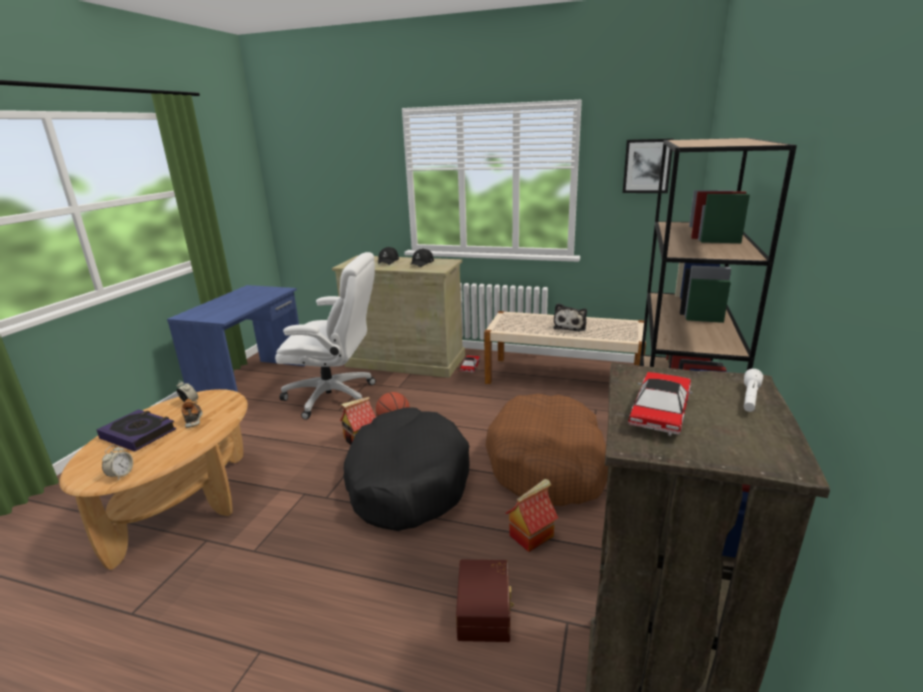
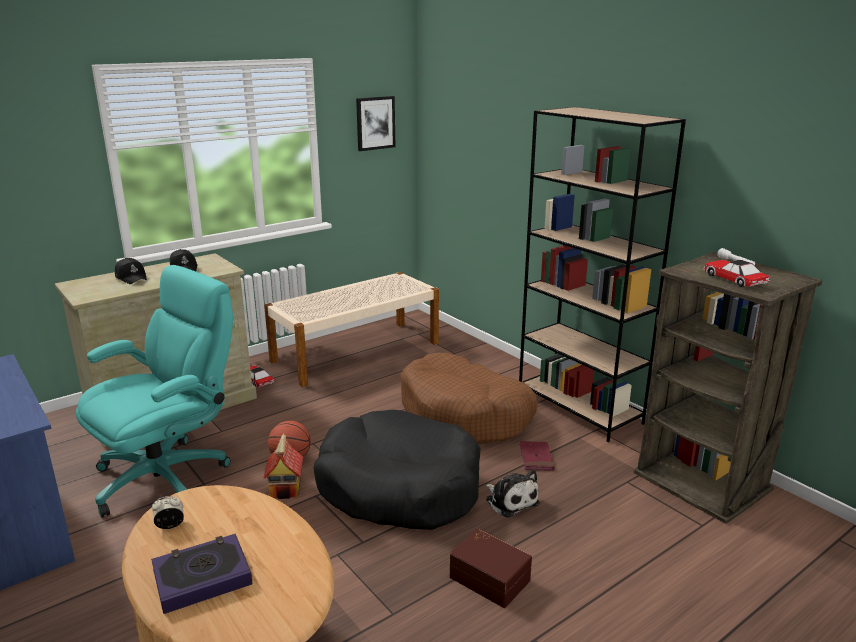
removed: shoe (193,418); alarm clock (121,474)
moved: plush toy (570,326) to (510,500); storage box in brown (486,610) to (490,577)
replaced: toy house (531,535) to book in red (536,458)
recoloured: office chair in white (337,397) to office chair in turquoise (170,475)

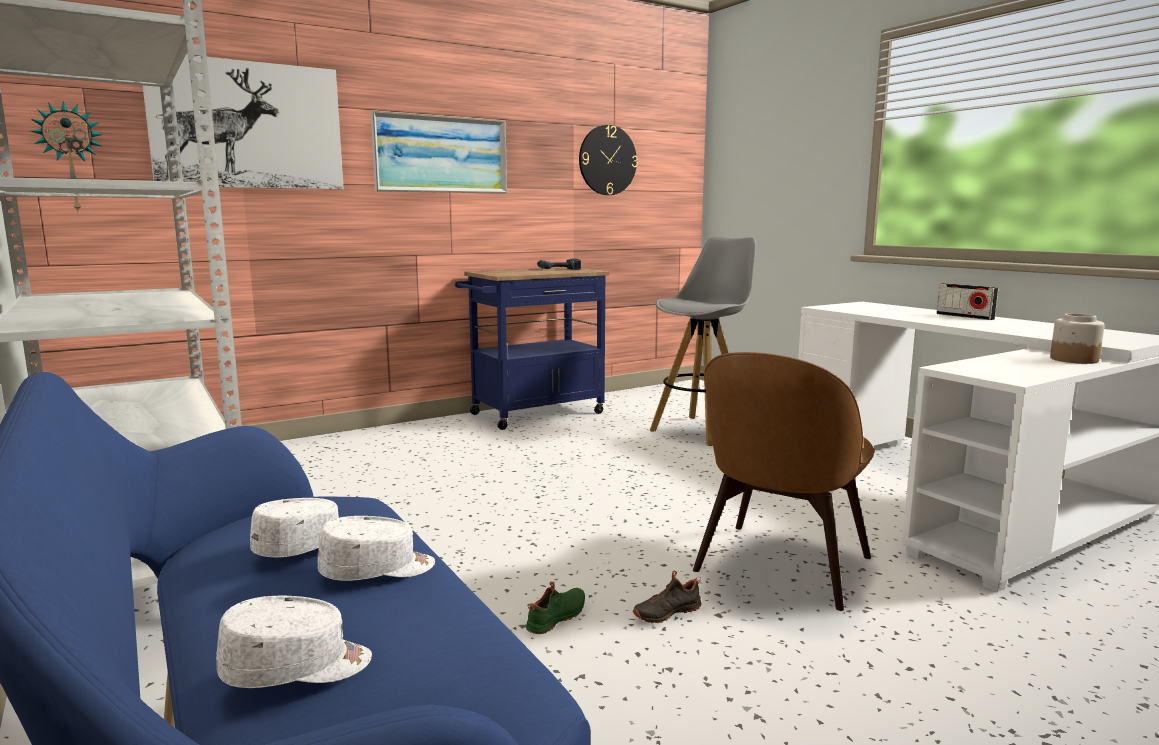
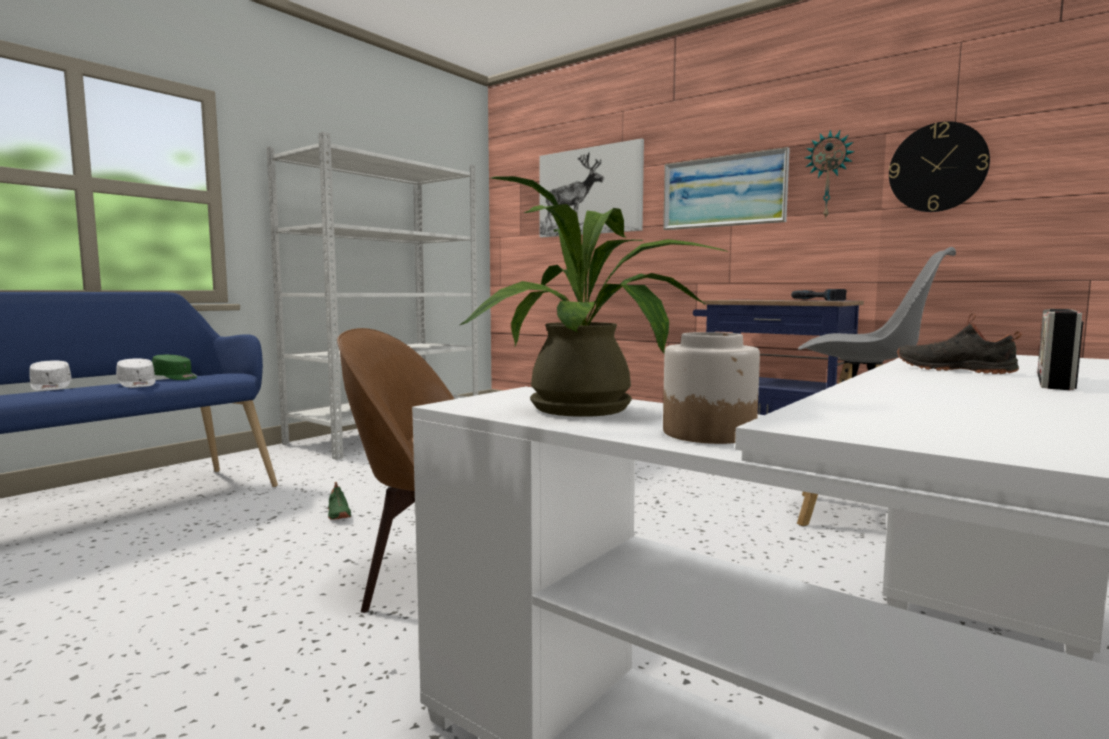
added: potted plant (593,410)
moved: wall clock (70,158) to (829,175); shoe in black (666,612) to (954,370)
recoloured: cap in white (306,546) to cap in green (175,378)
turned: shoe in green (558,618) = (337,514) 45 degrees clockwise

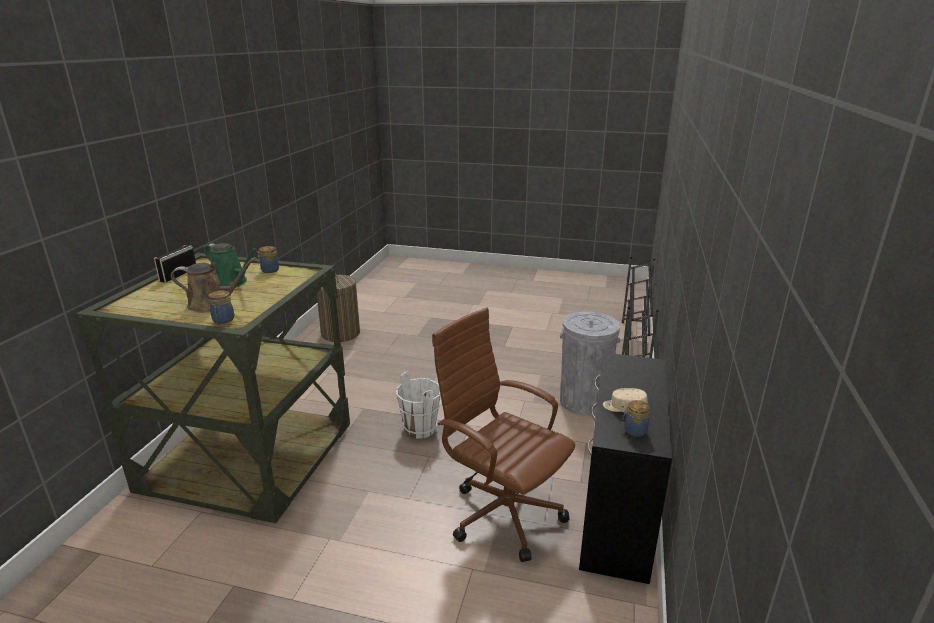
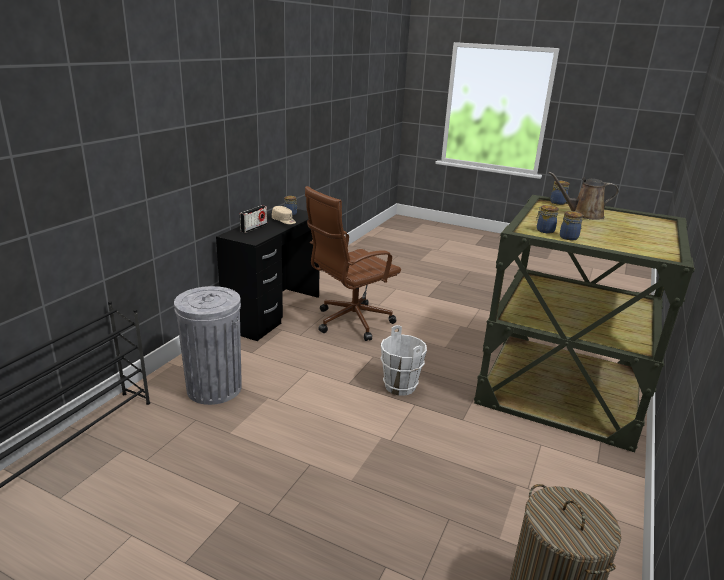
removed: watering can in green (231,283)
added: jar (544,230)
moved: radio (178,274) to (254,228)
turned: office chair in brown (501,513) = (350,323) 90 degrees clockwise

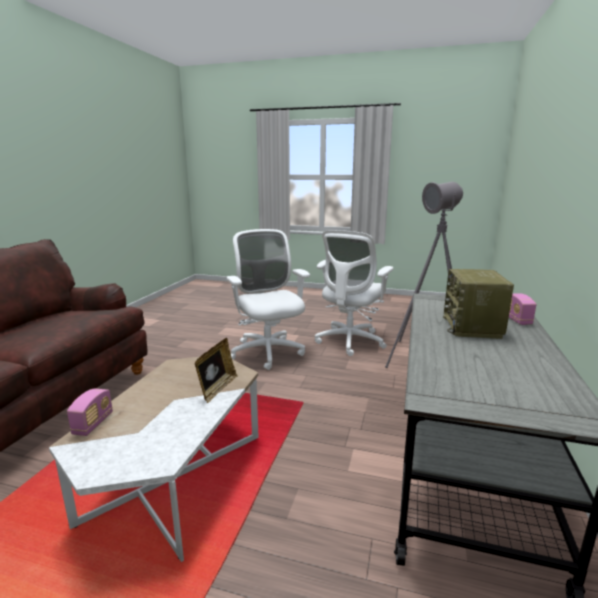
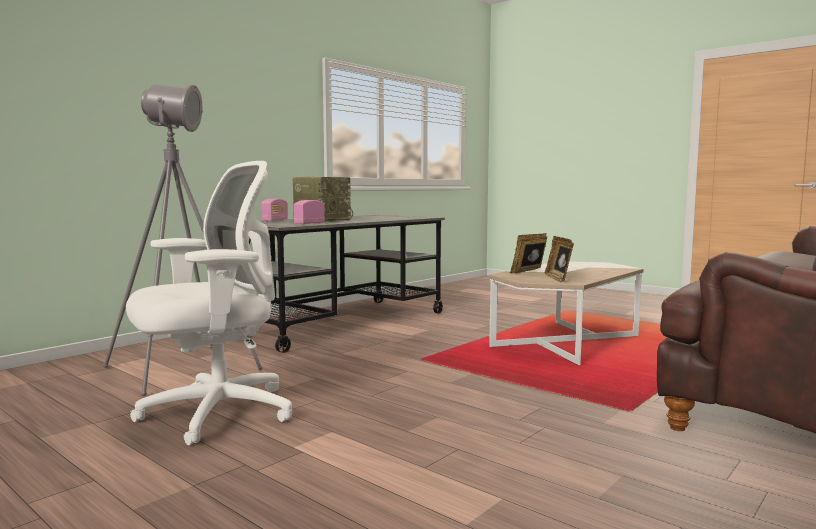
removed: office chair in white (269,354)
added: picture frame (558,279)
moved: radio (93,424) to (309,224)

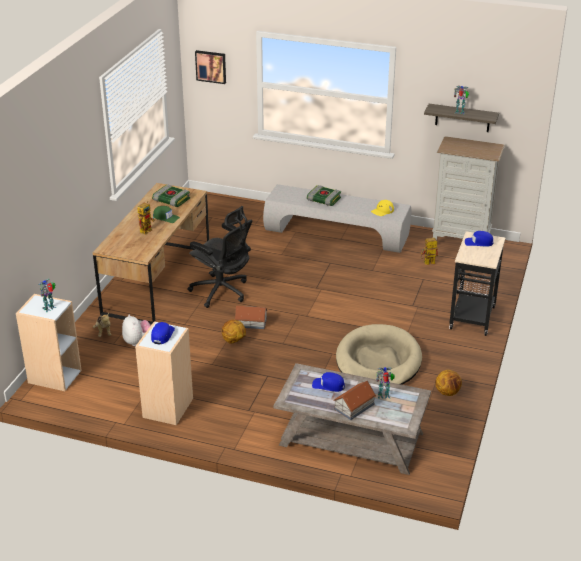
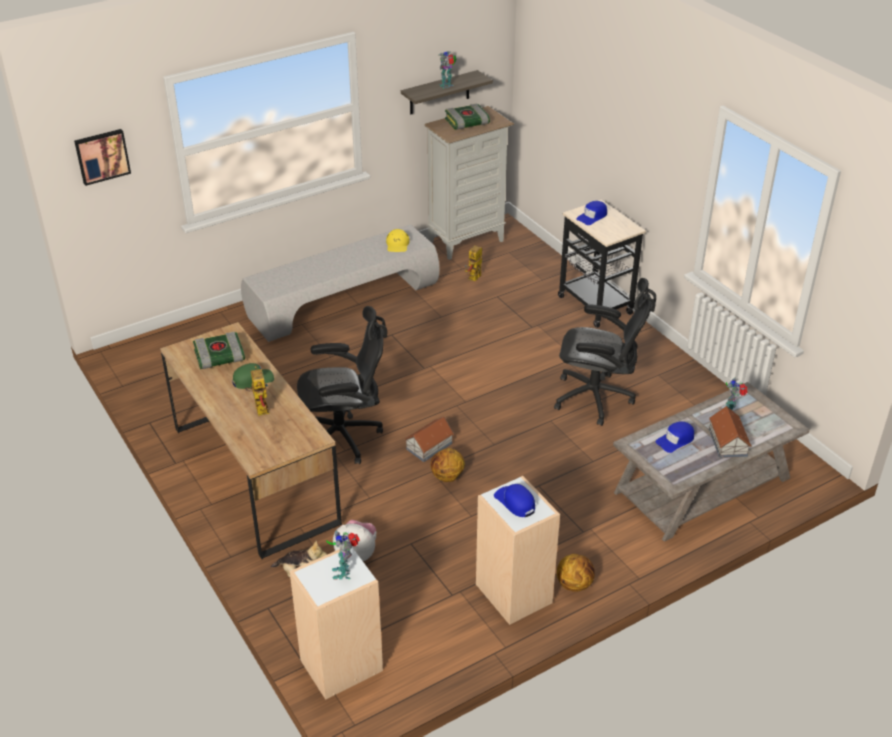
moved: book (323,199) to (466,123); basketball (448,392) to (574,584)
replaced: dog bed in beige (378,361) to office chair (597,398)

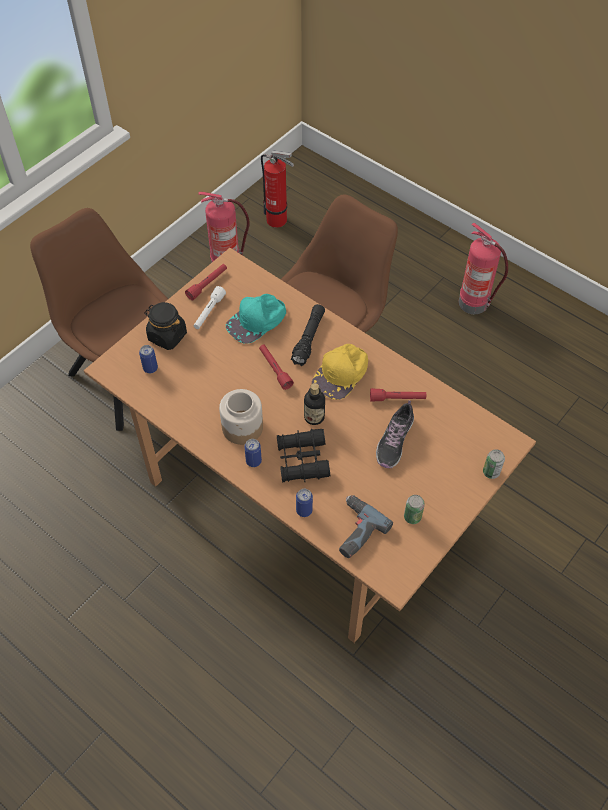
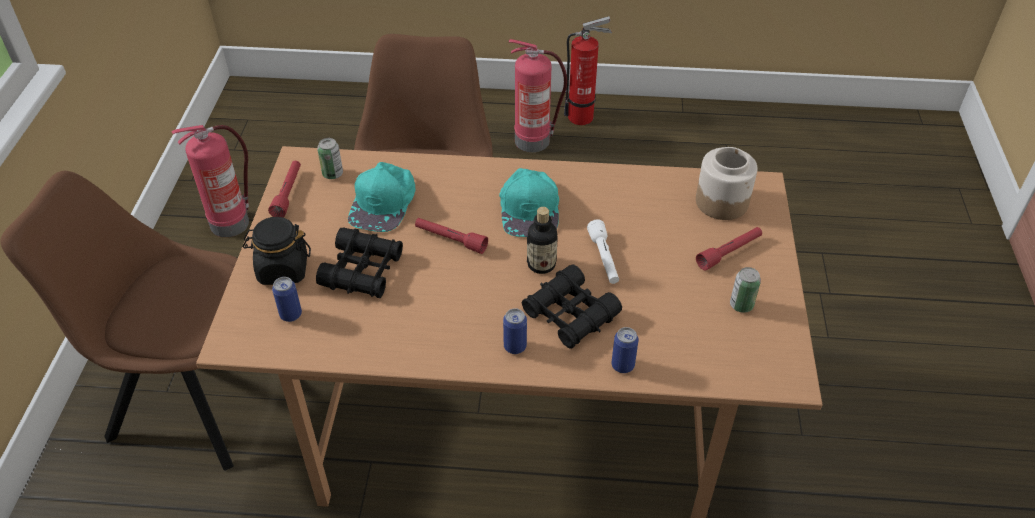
removed: flashlight in black (308,339); shoe (394,441); power drill (354,530)
added: binoculars in black (362,271)
moved: fire extinguisher (279,221) to (584,117); flashlight in white (209,312) to (604,258); flashlight in red (397,398) to (729,253); jar (243,427) to (722,202); can (491,472) to (332,174)
recoloured: cap in yellow (341,373) to cap in turquoise (530,208)

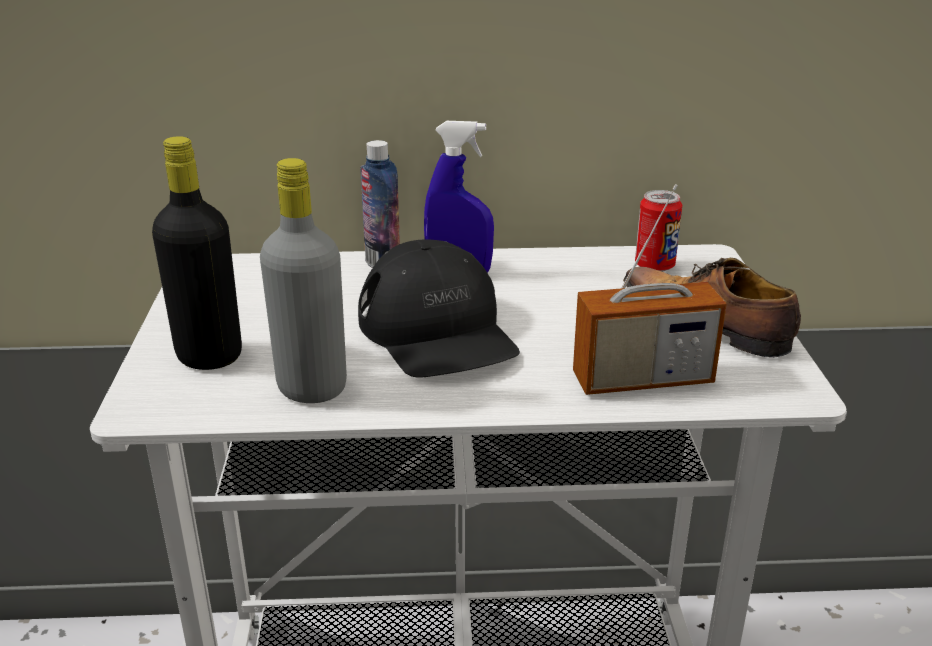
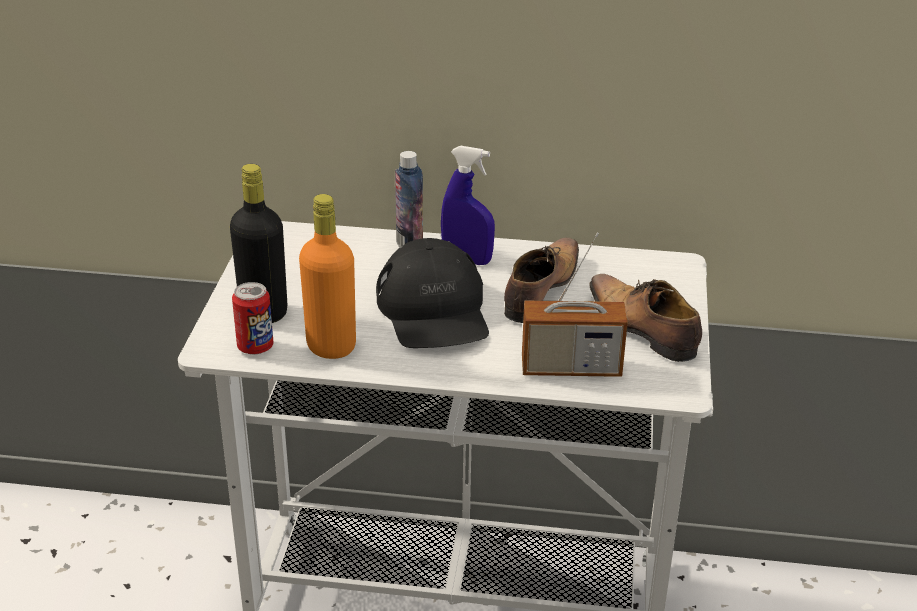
added: shoe (540,290)
moved: can (654,266) to (255,347)
recoloured: bottle in grey (312,388) to bottle in orange (331,346)

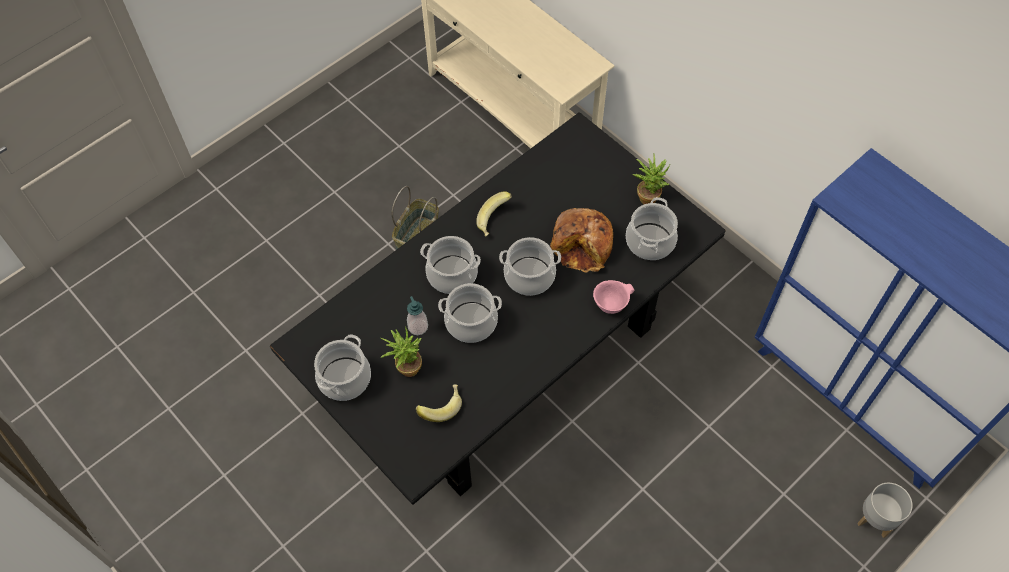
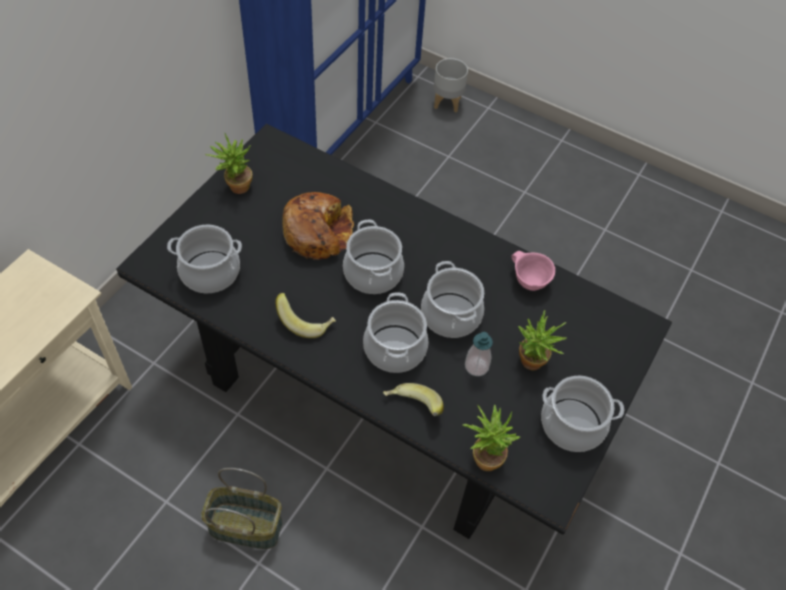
added: potted plant (484,455)
moved: cooking pot (650,241) to (210,272); bowl in pink (610,304) to (529,282); banana (440,406) to (412,408)

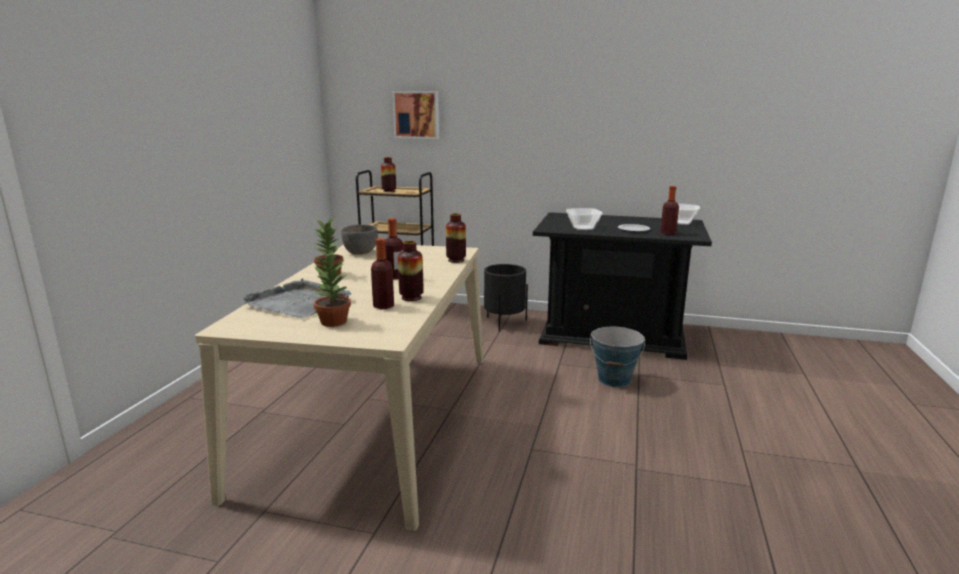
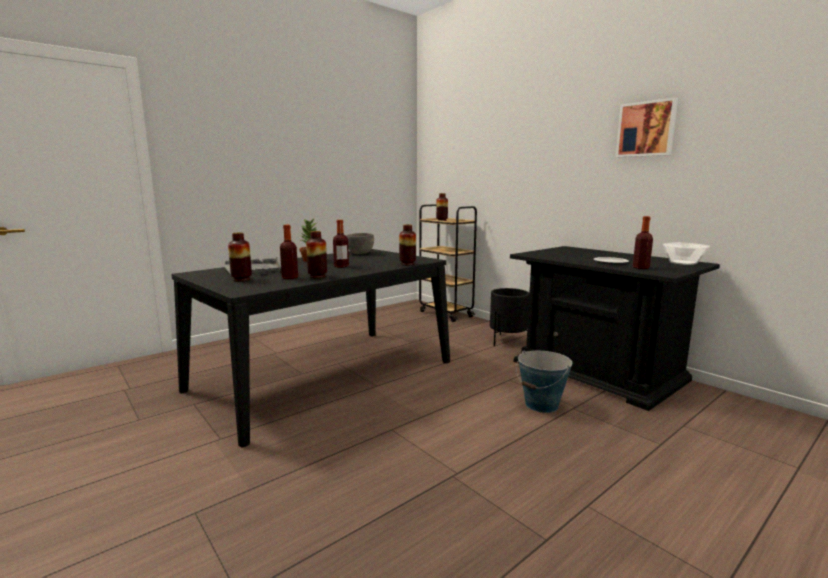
removed: bowl (583,228)
moved: picture (416,114) to (646,129)
replaced: potted plant (333,322) to vase (241,279)
recoloured: dining table in beige (376,417) to dining table in black (325,375)

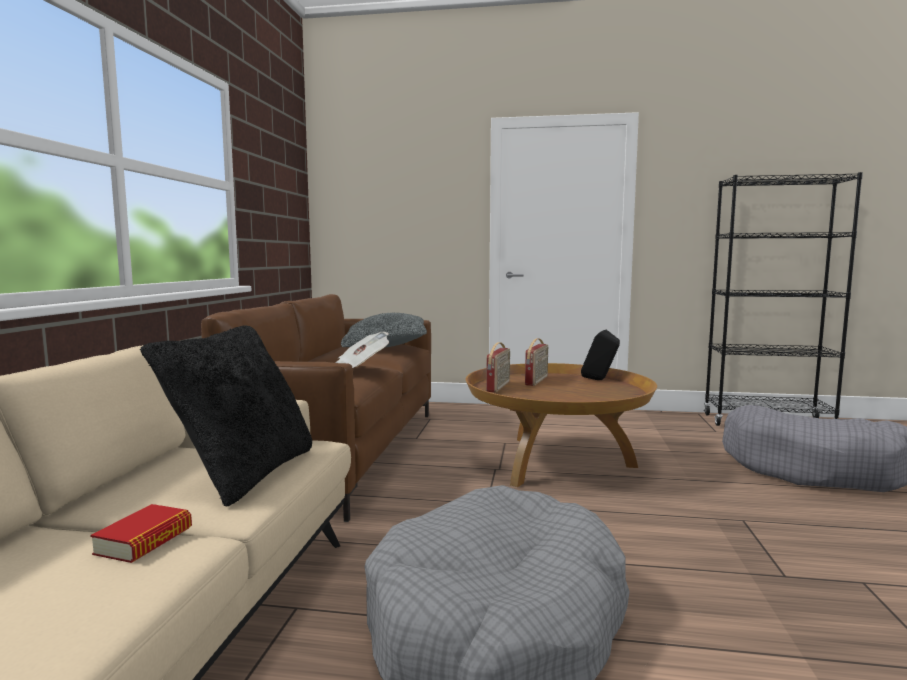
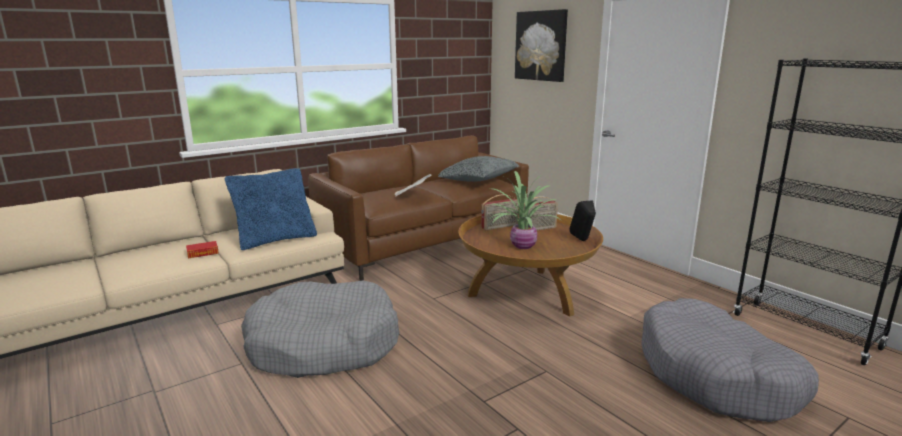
added: picture (541,46); potted plant (522,245)
recoloured: pillow in black (244,472) to pillow in blue (276,238)

